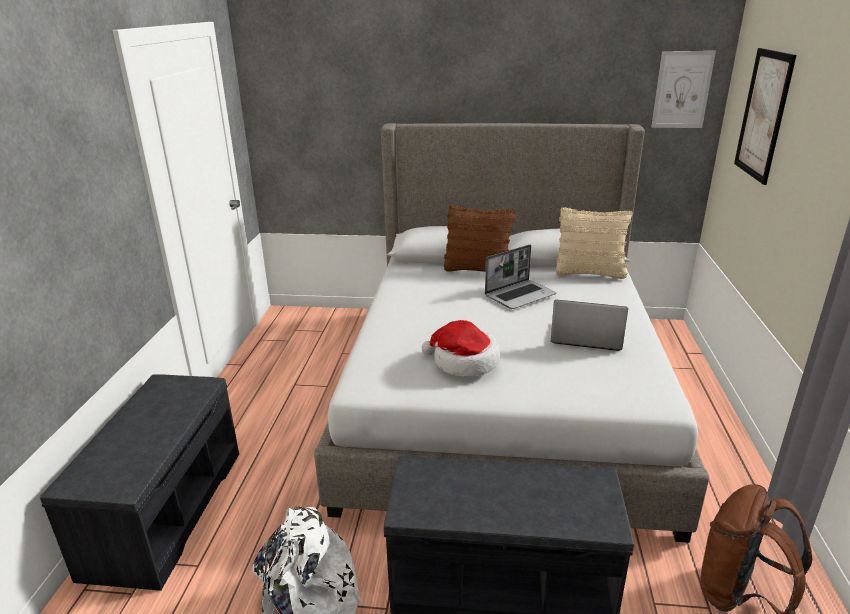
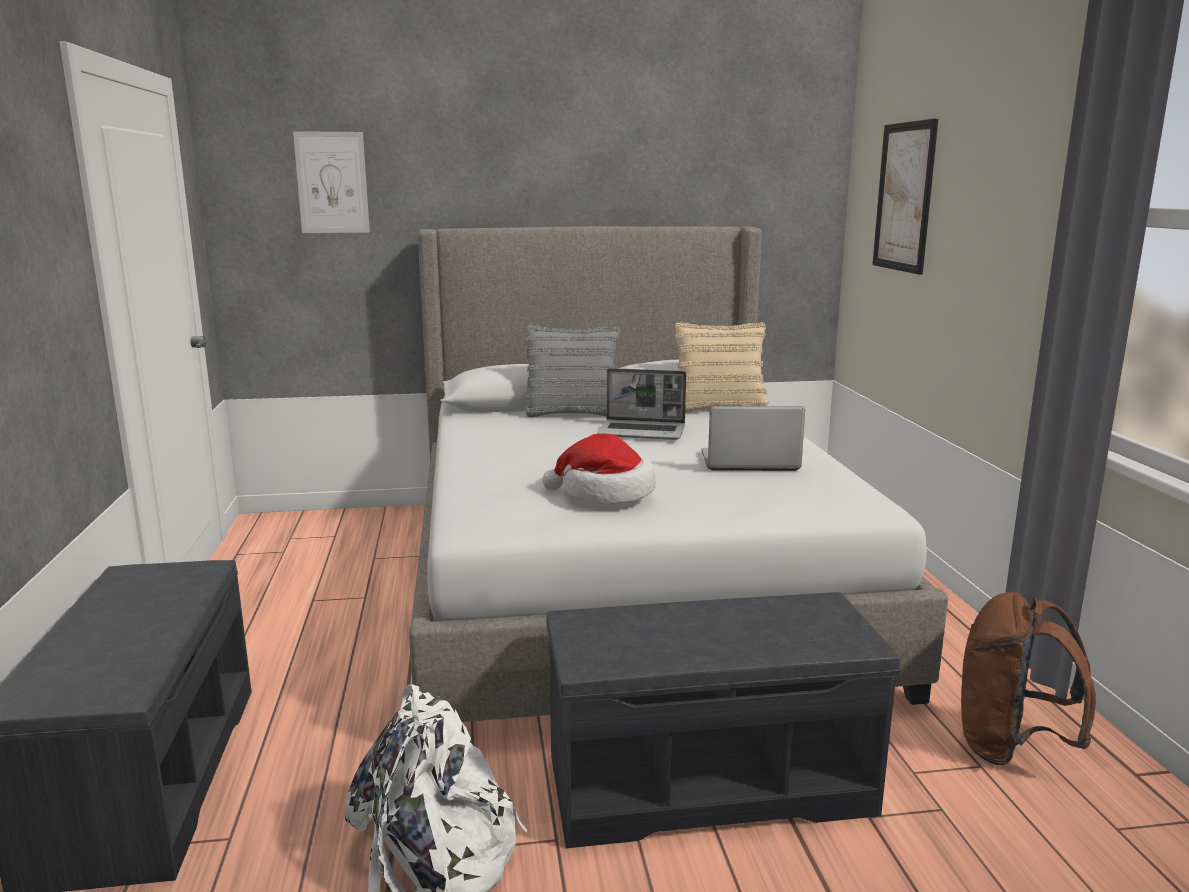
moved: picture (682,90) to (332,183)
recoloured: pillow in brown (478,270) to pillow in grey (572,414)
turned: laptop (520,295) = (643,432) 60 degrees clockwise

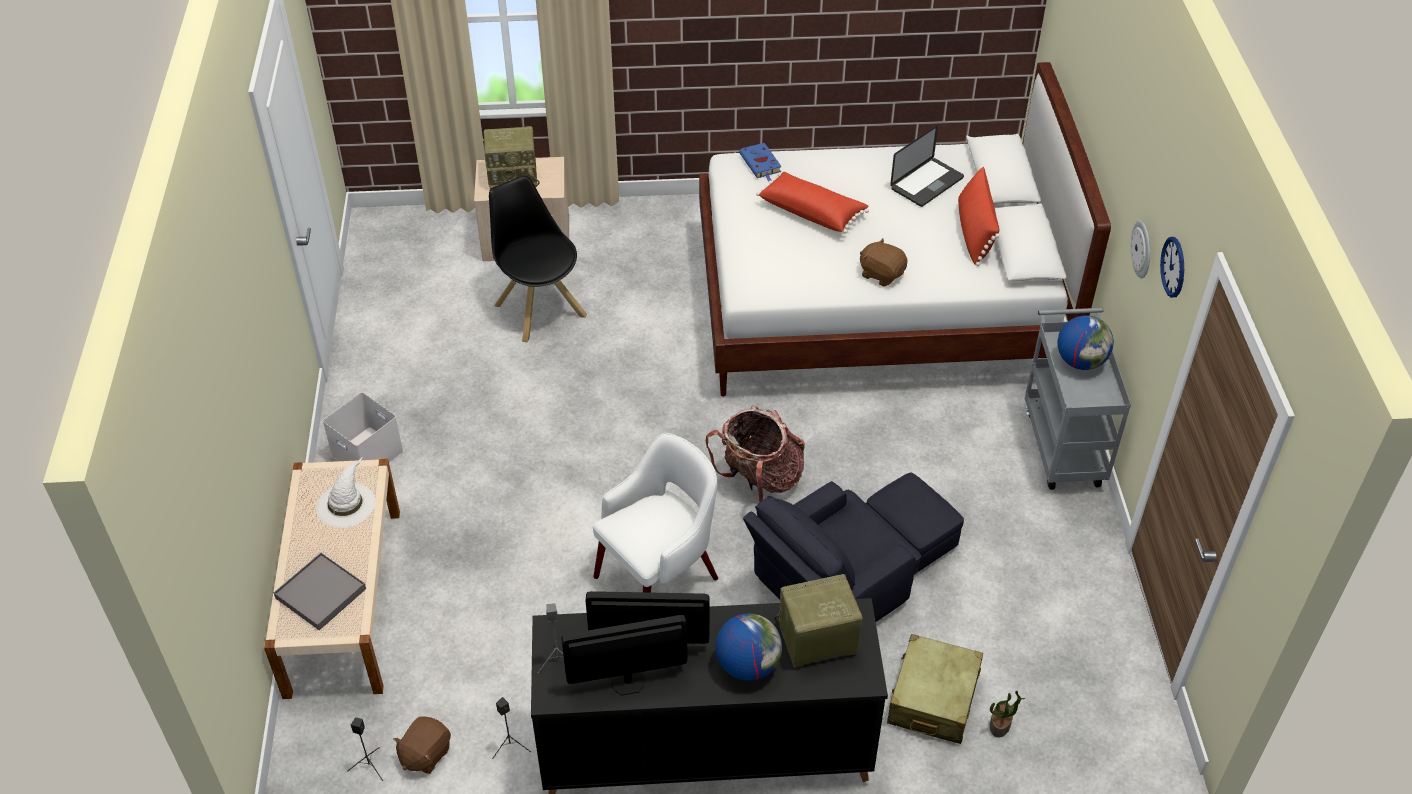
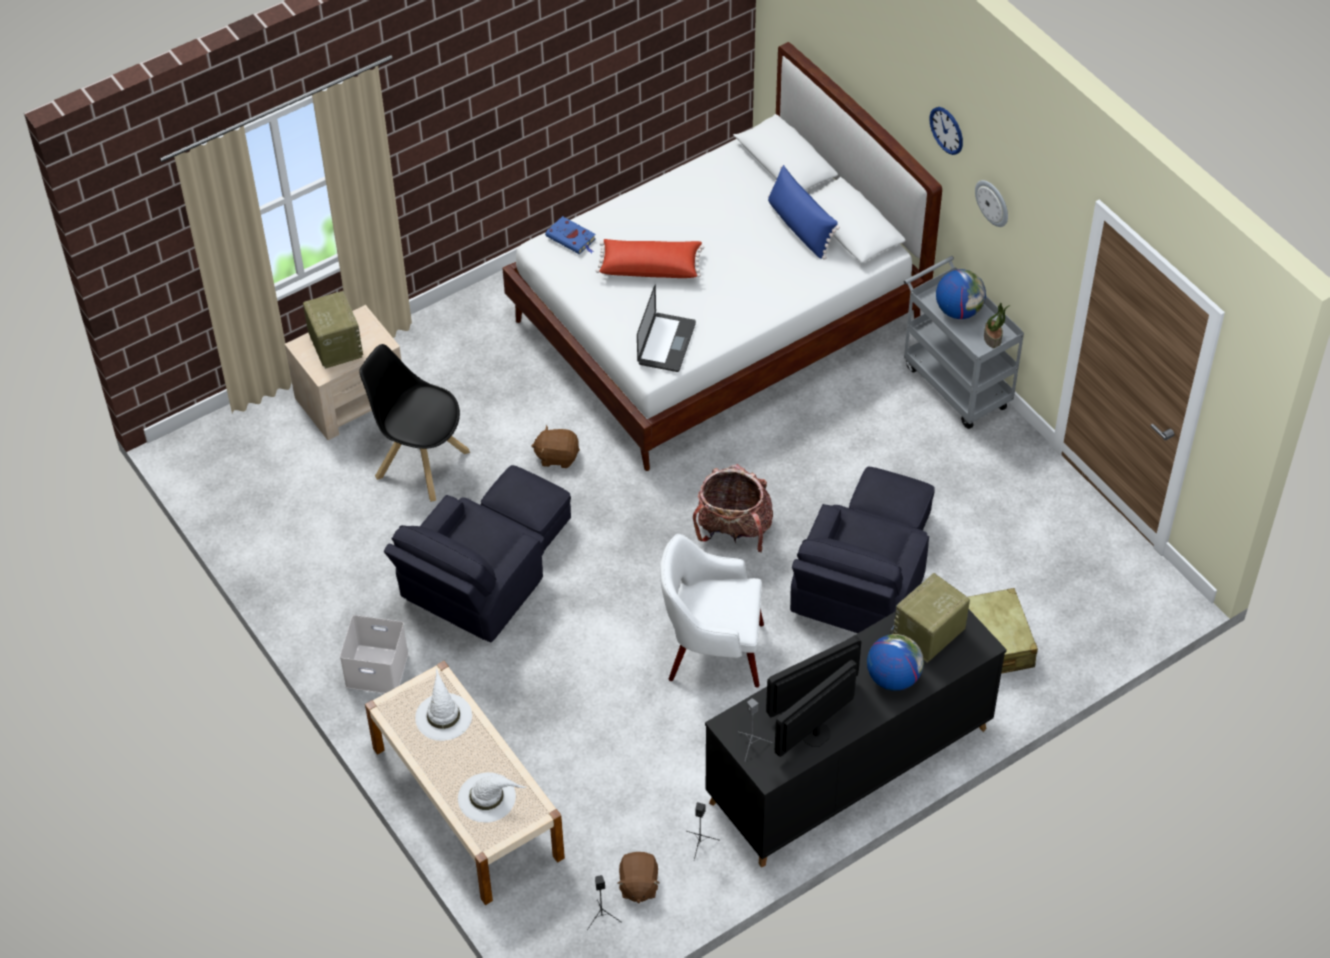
added: armchair in black (484,577)
moved: laptop (926,183) to (666,343); wall clock (1173,267) to (946,130); plush toy in brown (881,274) to (557,456); potted plant (1000,724) to (993,338)
replaced: tray in grey (321,593) to hat in white (487,797)
recoloured: pillow in red (974,232) to pillow in blue (800,227)
turned: radio (514,176) = (335,345) 75 degrees counterclockwise; armchair in white (659,576) = (712,651) 105 degrees counterclockwise

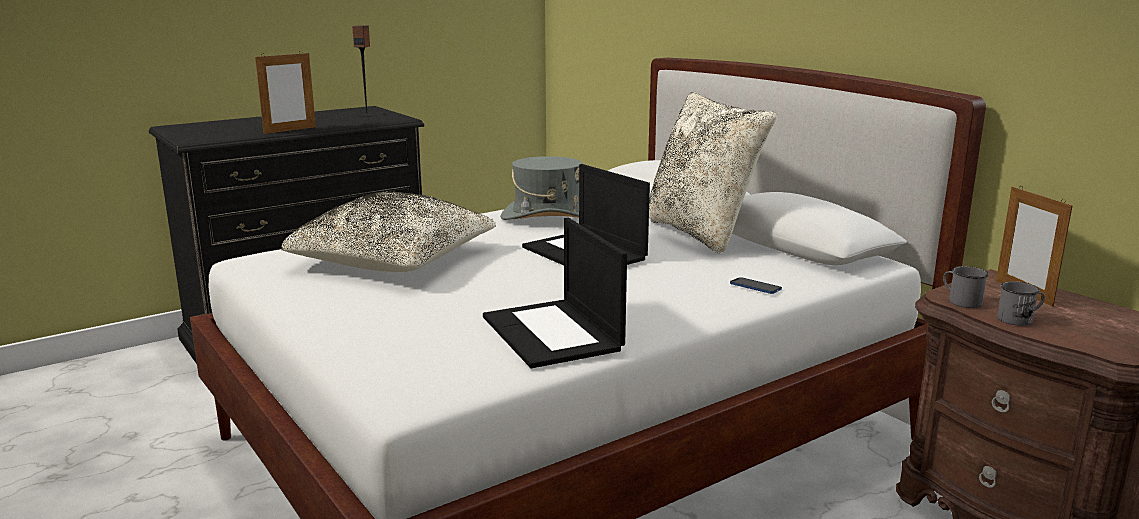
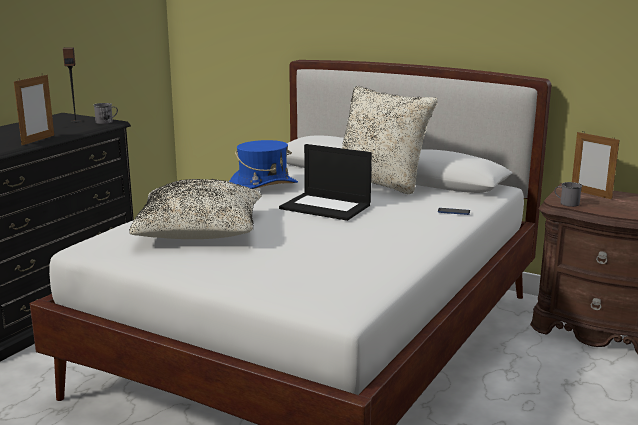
removed: laptop (553,333)
moved: mug in grey (1019,319) to (107,122)
recoloured: hat in grey (547,217) to hat in blue (263,185)

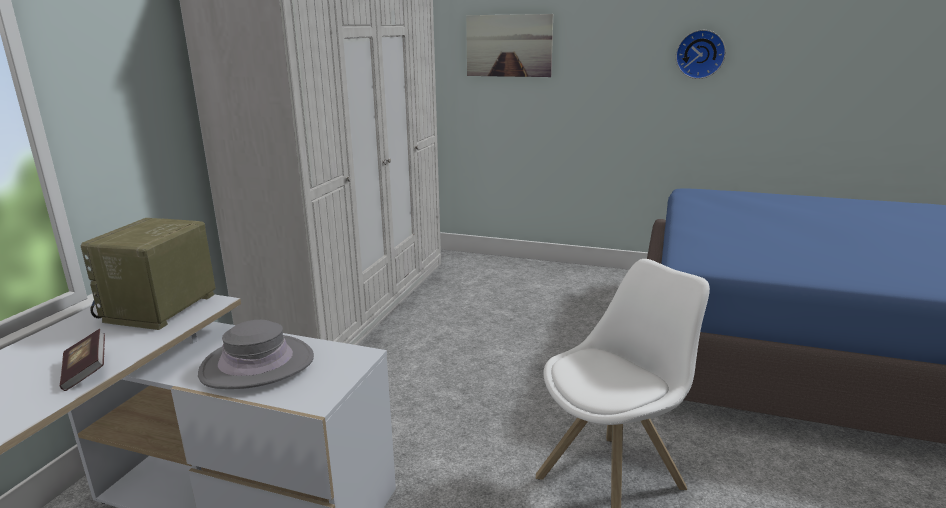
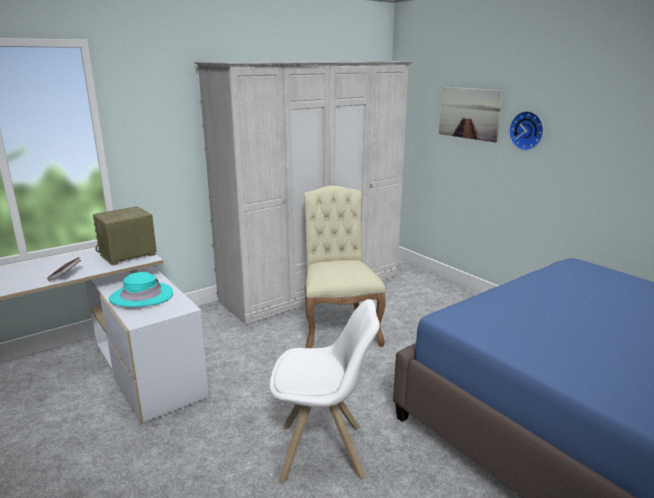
added: chair in beige (338,330)
moved: wall clock (700,54) to (527,130)
recoloured: hat in grey (257,364) to hat in turquoise (141,296)

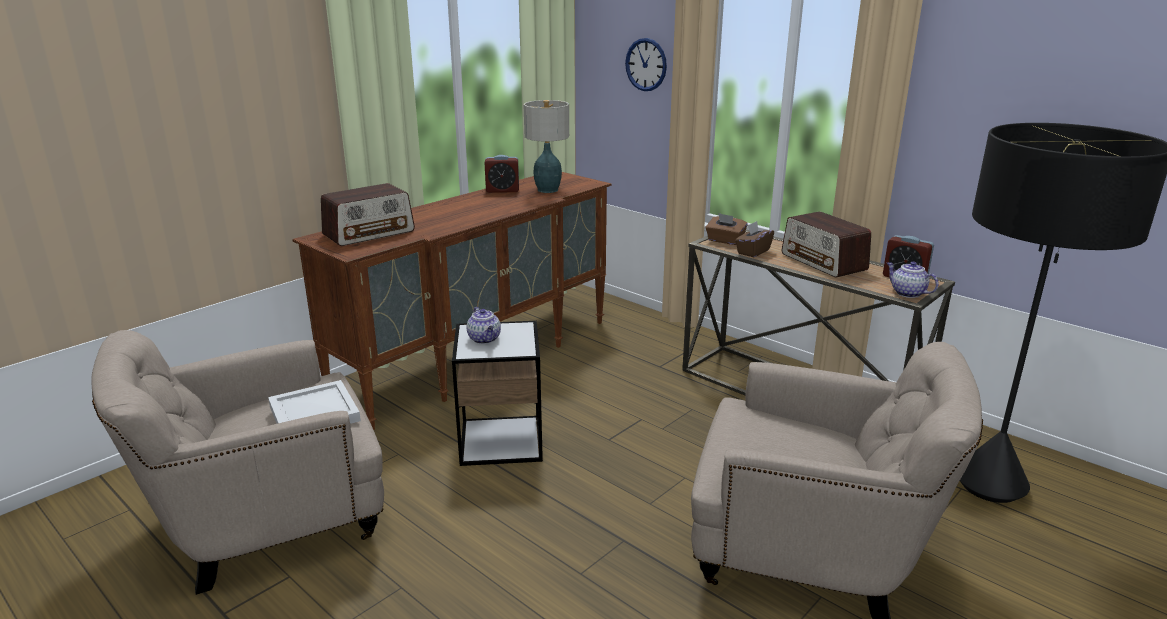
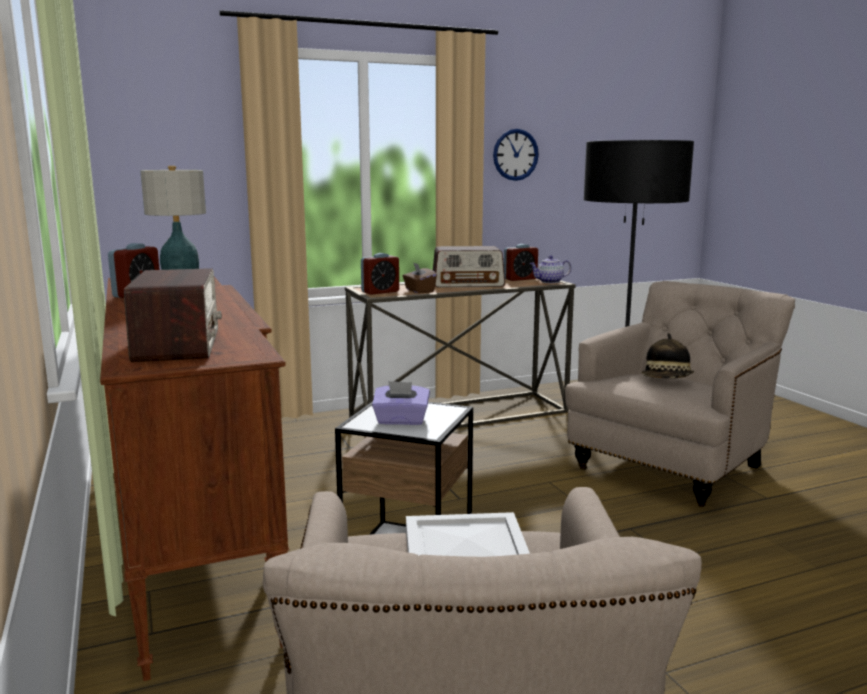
added: hat (667,380)
moved: wall clock (646,64) to (515,154)
replaced: tissue box in brown (725,240) to alarm clock (380,292); teapot (485,339) to tissue box in purple (401,421)

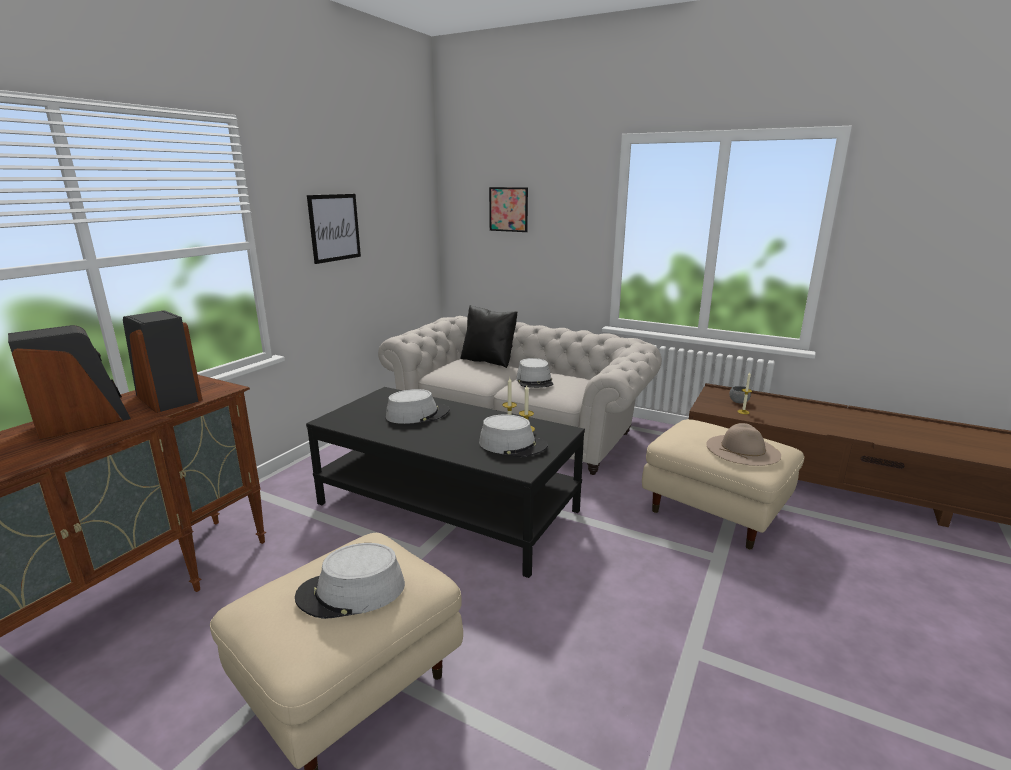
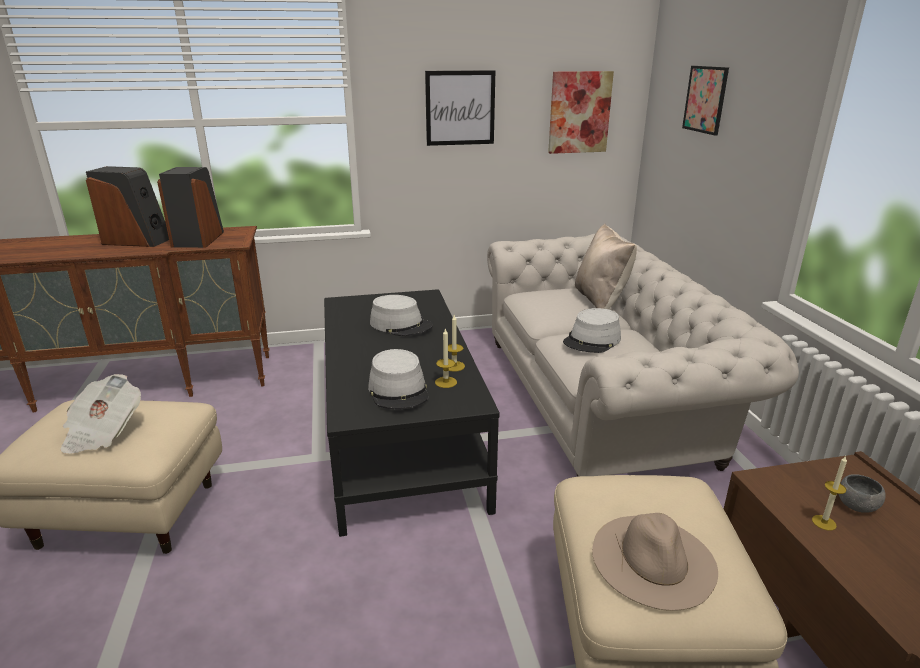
added: picture (579,112)
replaced: hat in grey (351,592) to newspaper (103,432)
recoloured: pillow in black (488,361) to pillow in beige (601,300)

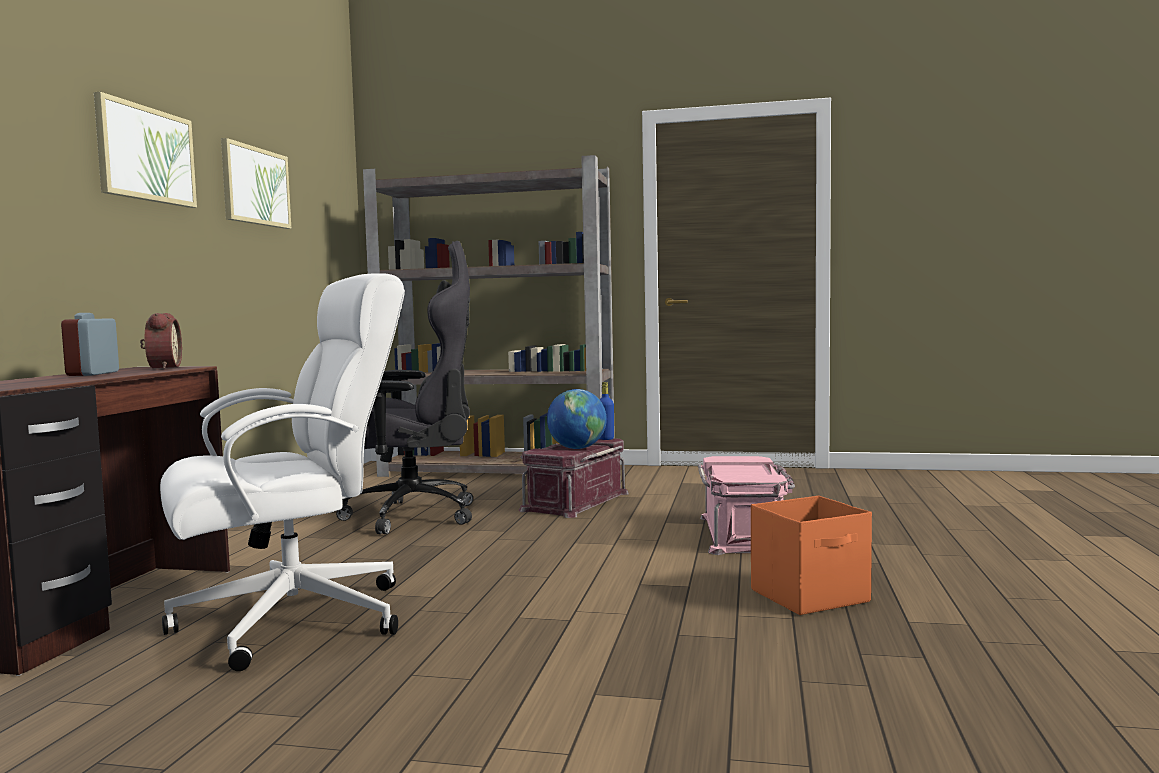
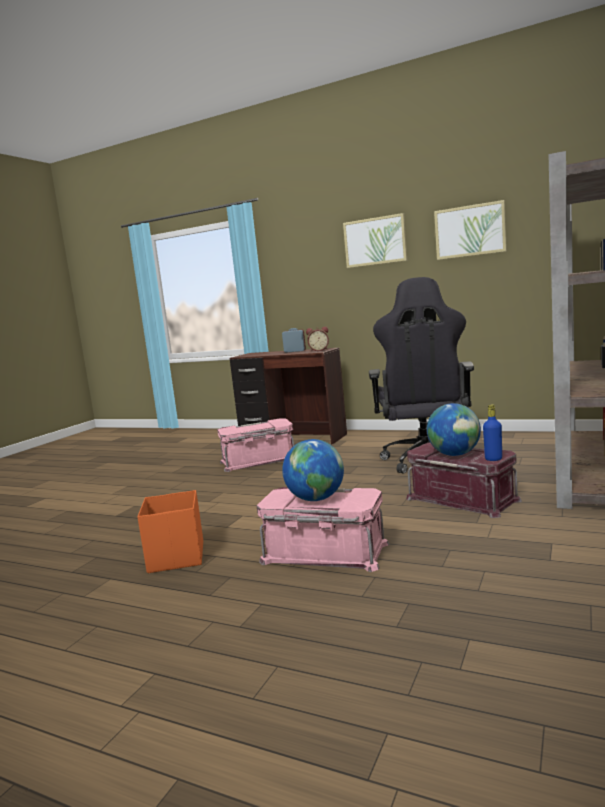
added: globe (316,499)
replaced: office chair in white (292,620) to storage box in pink (258,461)

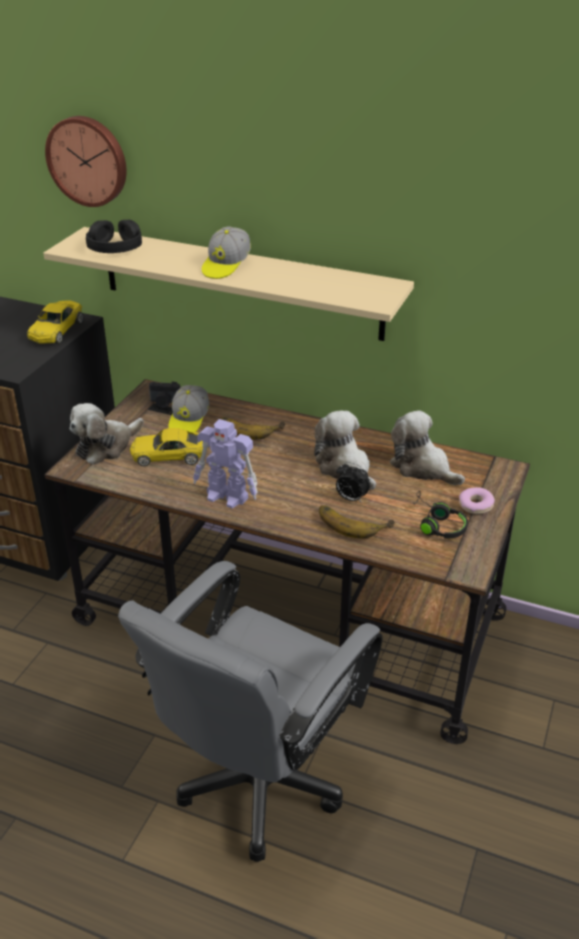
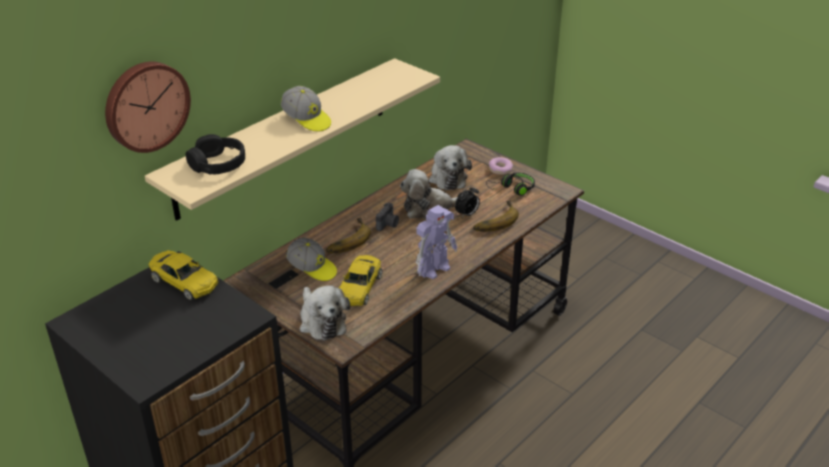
removed: office chair in grey (256,794)
moved: photo camera (164,403) to (388,224)
turned: plush toy (422,467) = (447,177) 75 degrees counterclockwise

